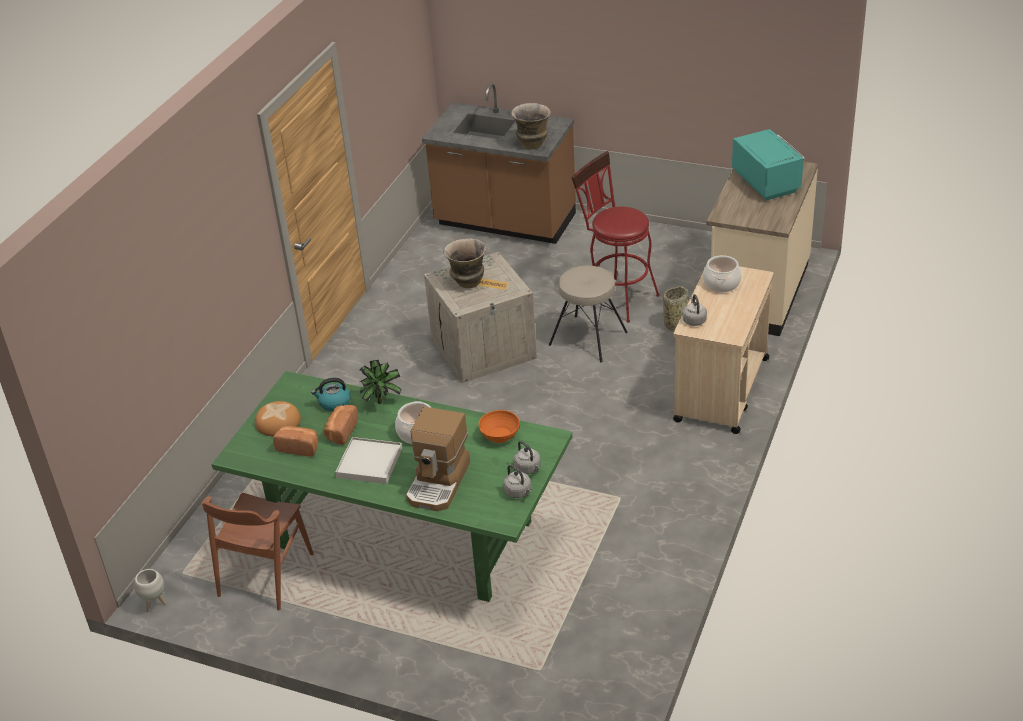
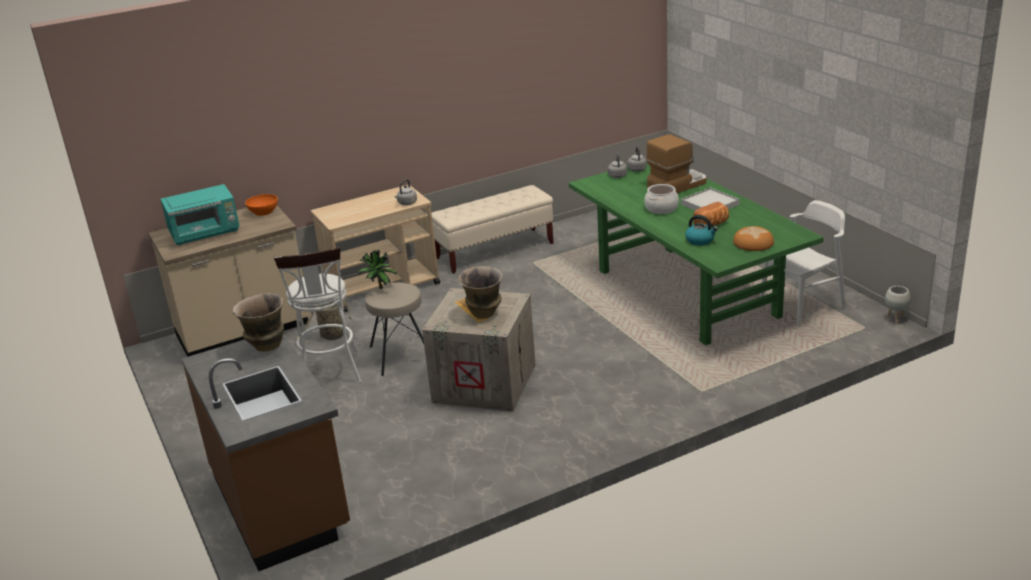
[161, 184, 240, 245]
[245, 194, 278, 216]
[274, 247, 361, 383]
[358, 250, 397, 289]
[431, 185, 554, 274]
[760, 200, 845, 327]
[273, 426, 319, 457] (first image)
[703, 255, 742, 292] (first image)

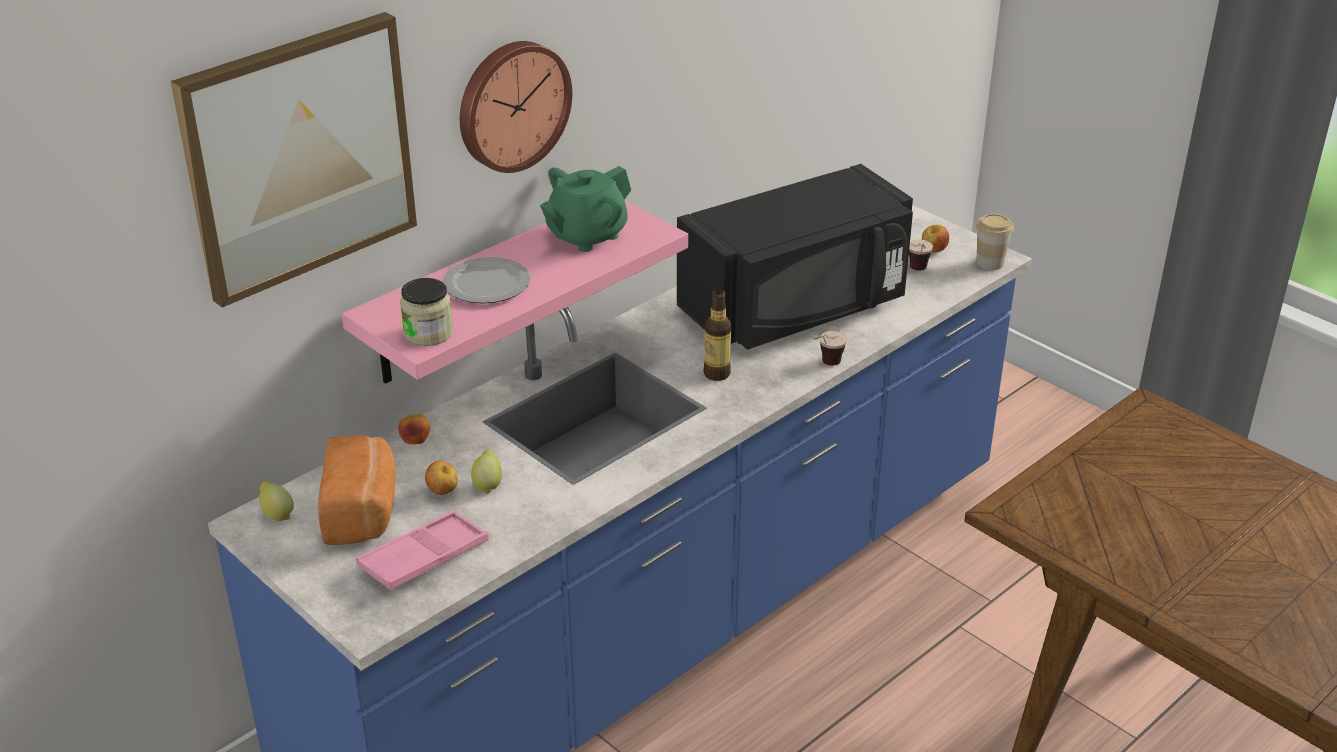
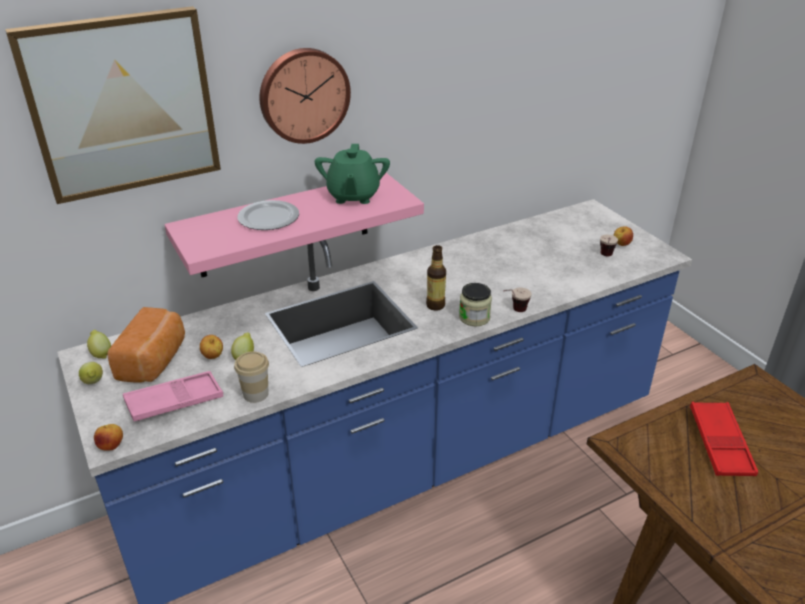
[79, 362, 103, 384]
[94, 424, 123, 451]
[234, 351, 269, 403]
[315, 144, 390, 204]
[459, 283, 492, 326]
[690, 402, 758, 476]
[677, 164, 913, 350] (first image)

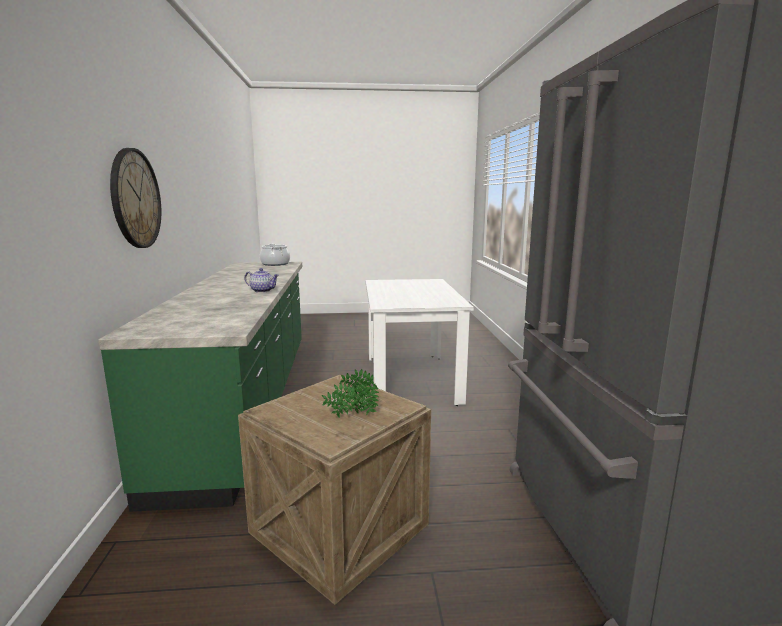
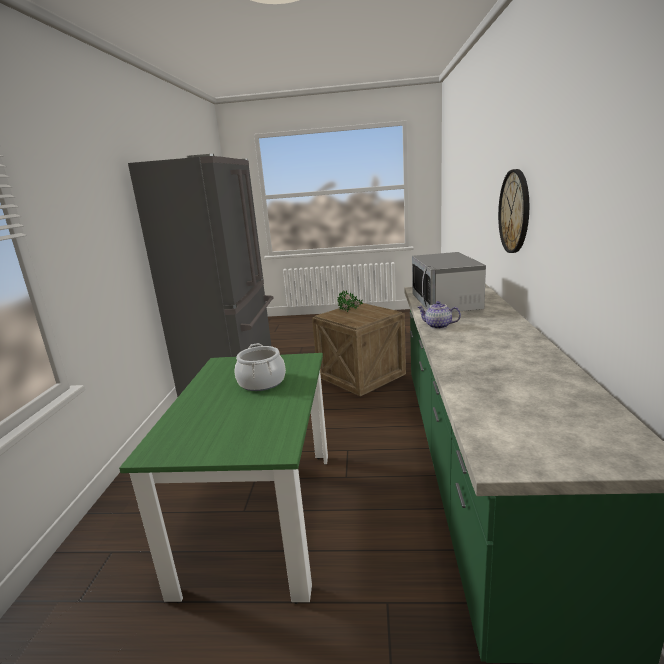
[119, 353, 328, 604]
[235, 343, 286, 391]
[412, 252, 486, 312]

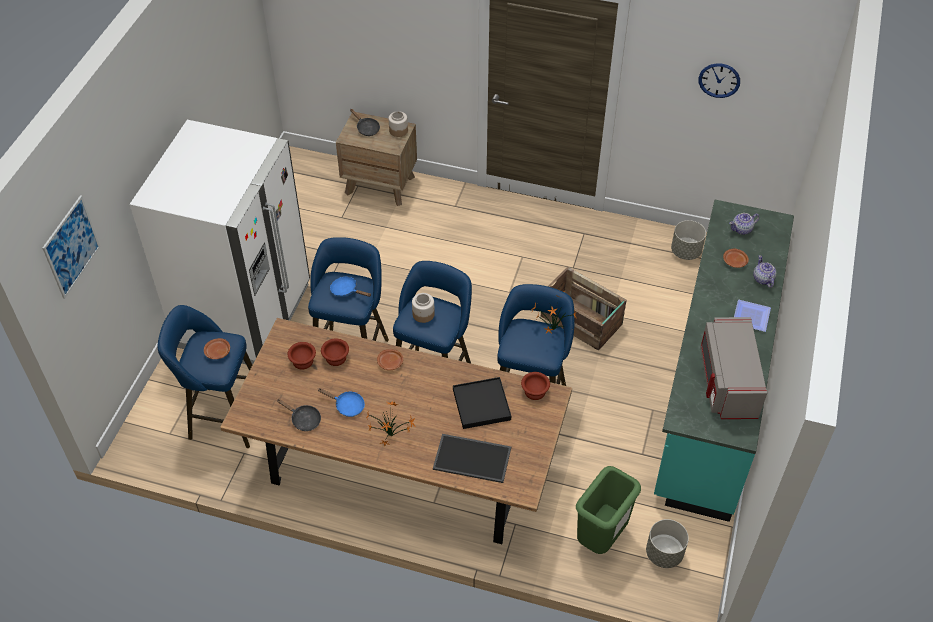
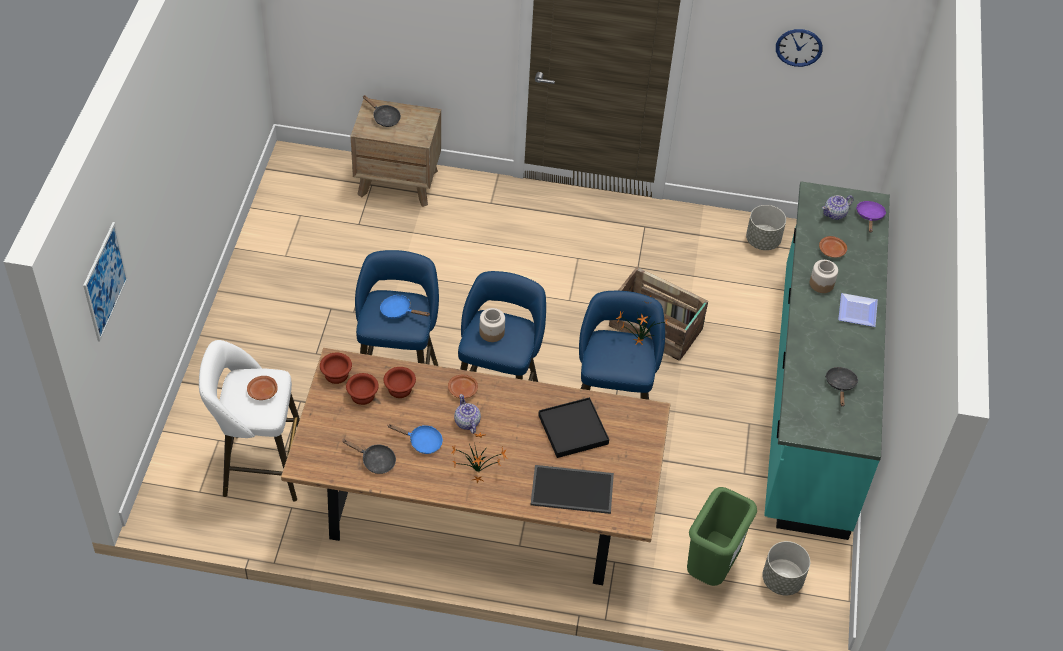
[199, 340, 300, 502]
[320, 352, 352, 384]
[454, 394, 481, 434]
[810, 260, 838, 293]
[825, 367, 859, 407]
[856, 201, 887, 233]
[130, 120, 310, 365] (first image)

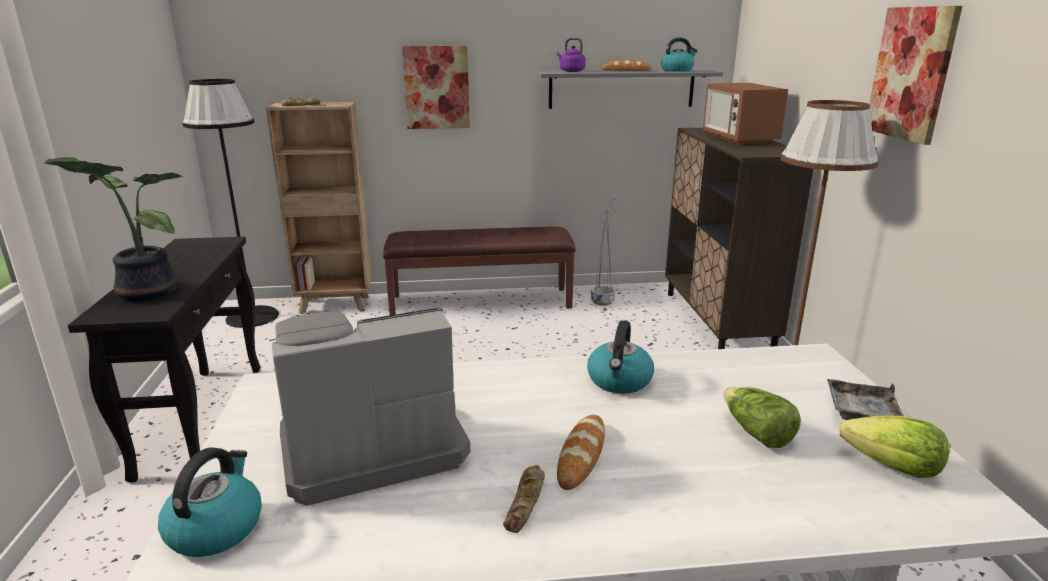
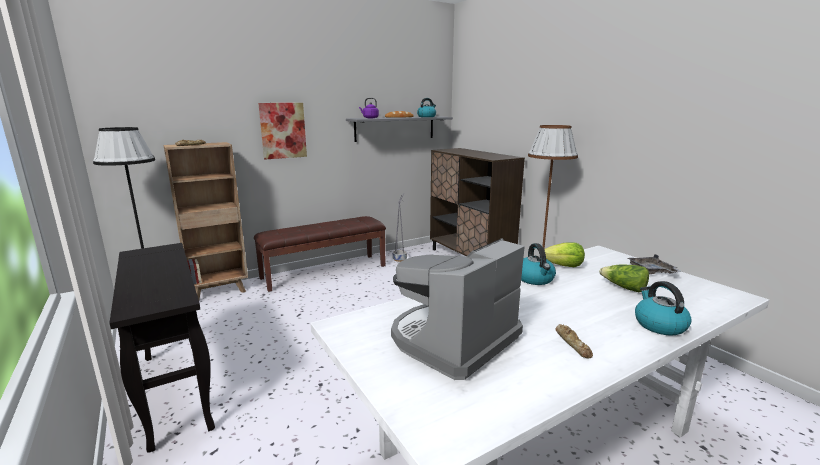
[544, 242, 585, 267]
[635, 281, 692, 336]
[44, 157, 184, 301] (first image)
[557, 415, 605, 490] (first image)
[703, 83, 788, 144] (first image)
[869, 6, 962, 145] (first image)

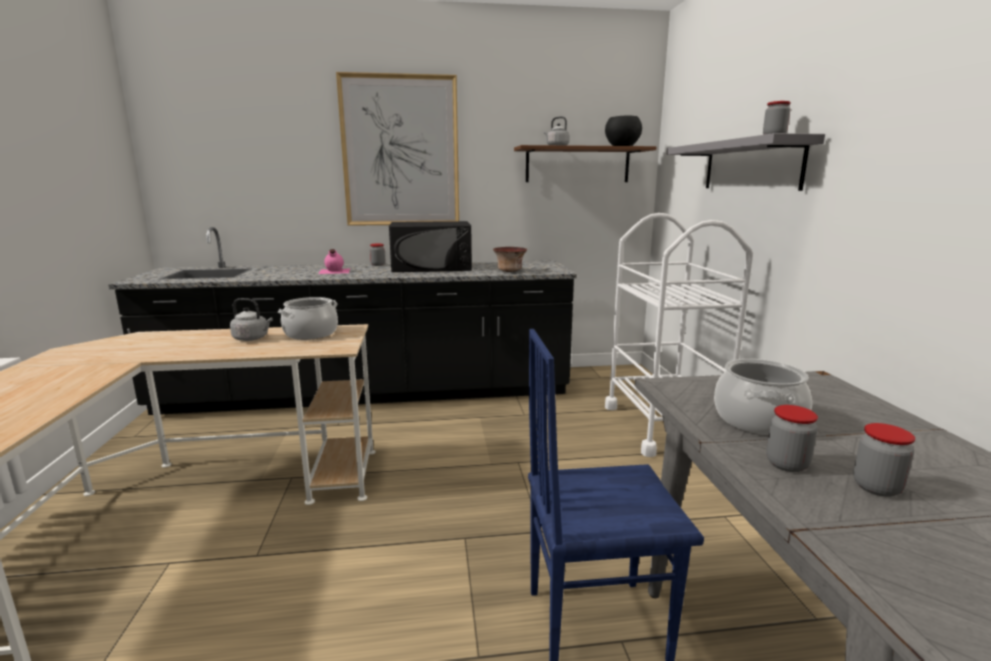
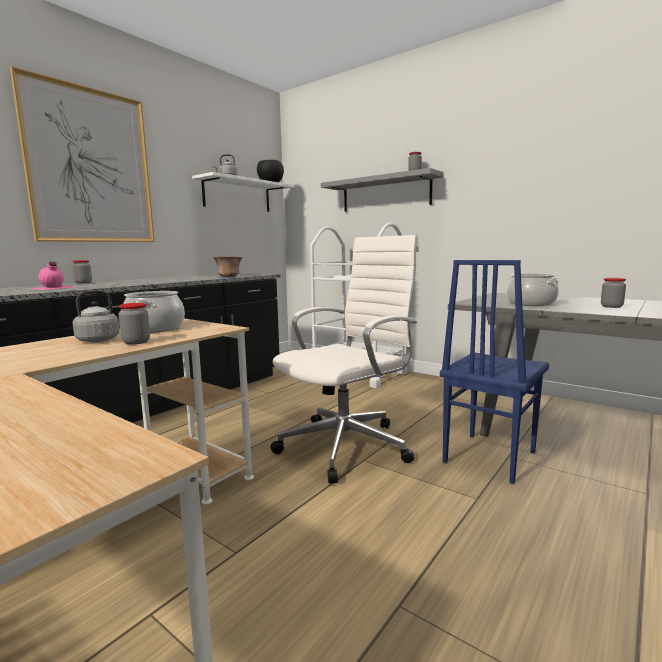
[118, 303, 150, 345]
[192, 172, 294, 212]
[270, 235, 419, 484]
[389, 221, 472, 272] (first image)

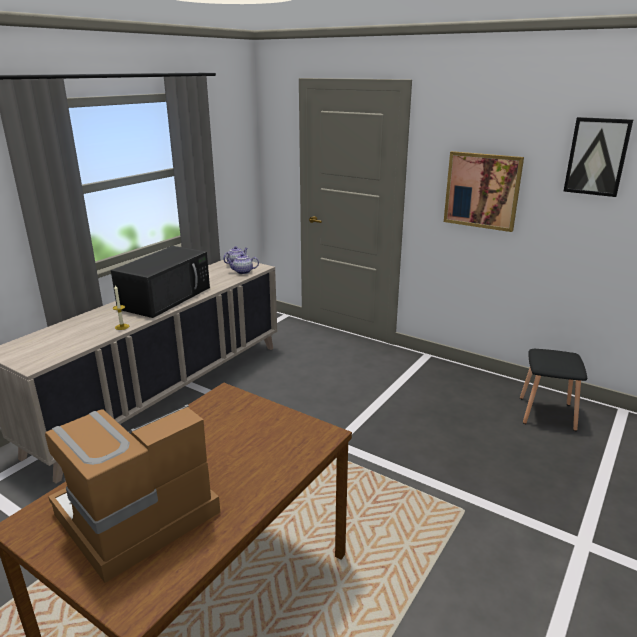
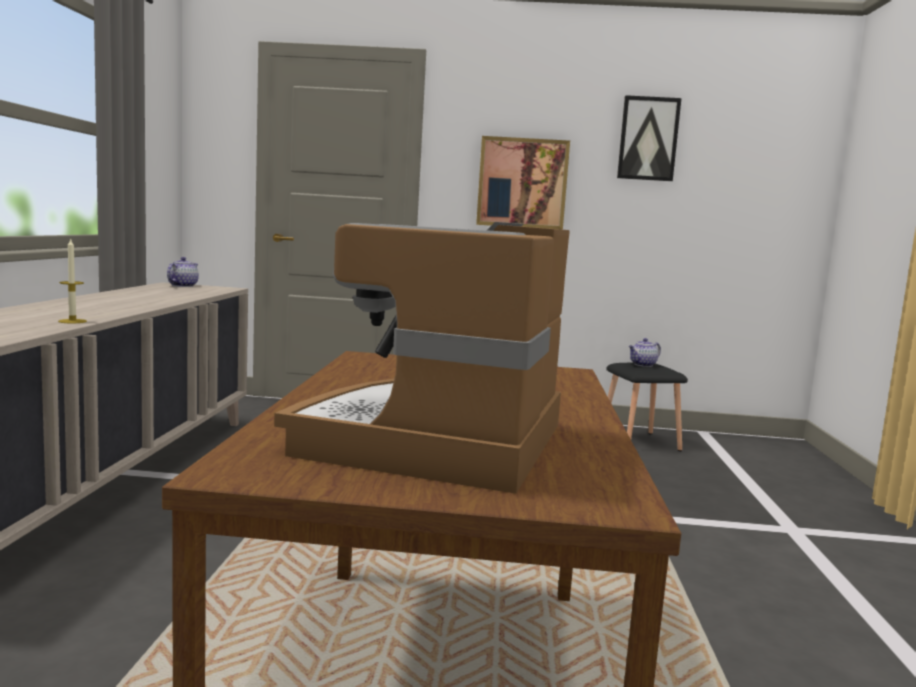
[629, 338, 661, 367]
[111, 246, 210, 318] (first image)

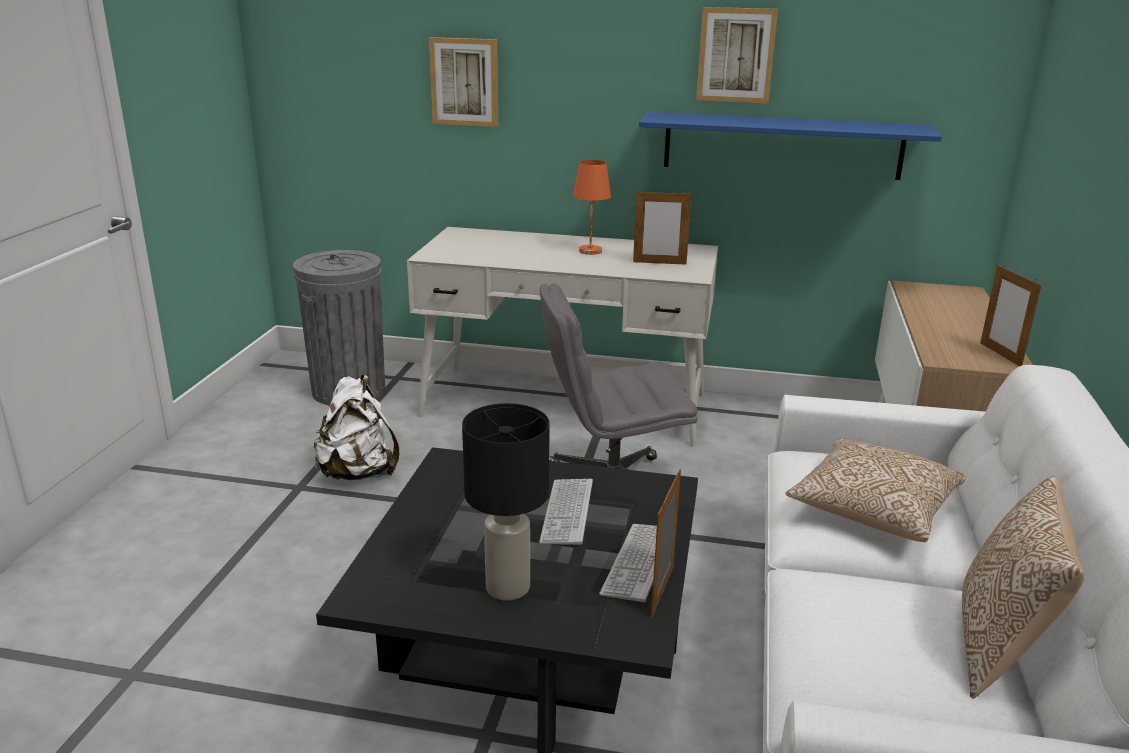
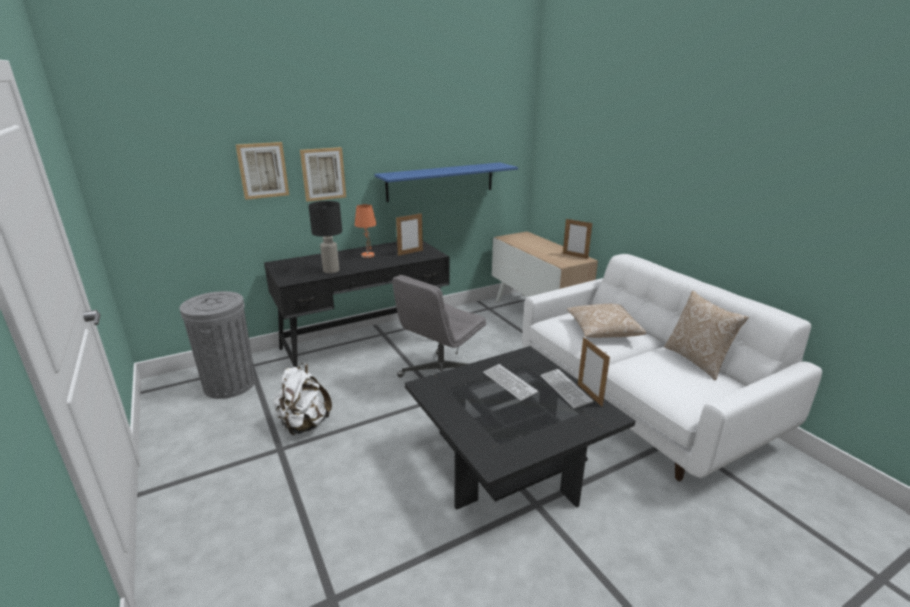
[264, 241, 450, 367]
[300, 147, 346, 202]
[308, 201, 342, 273]

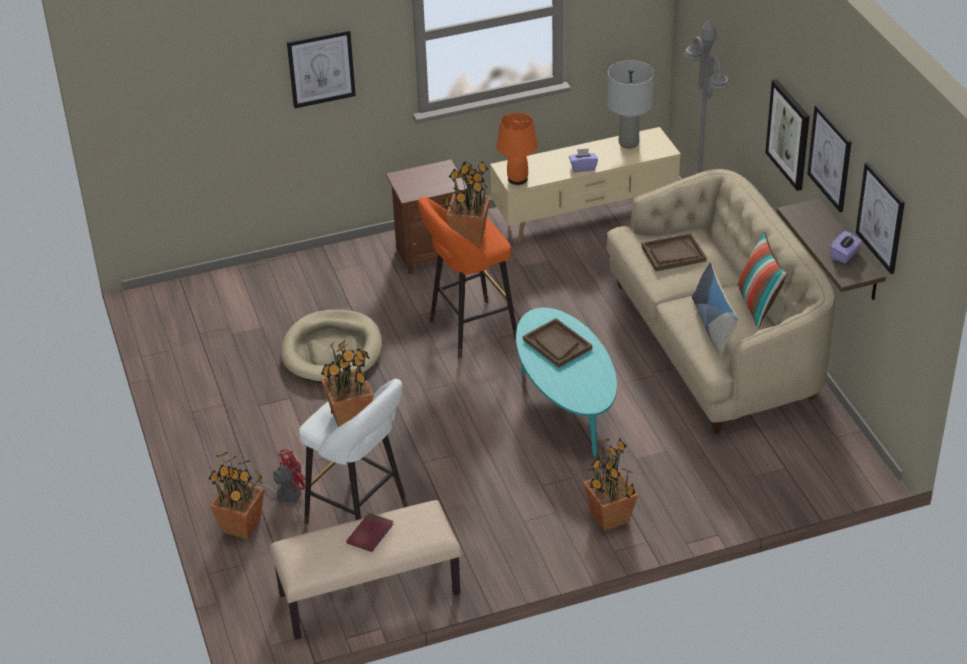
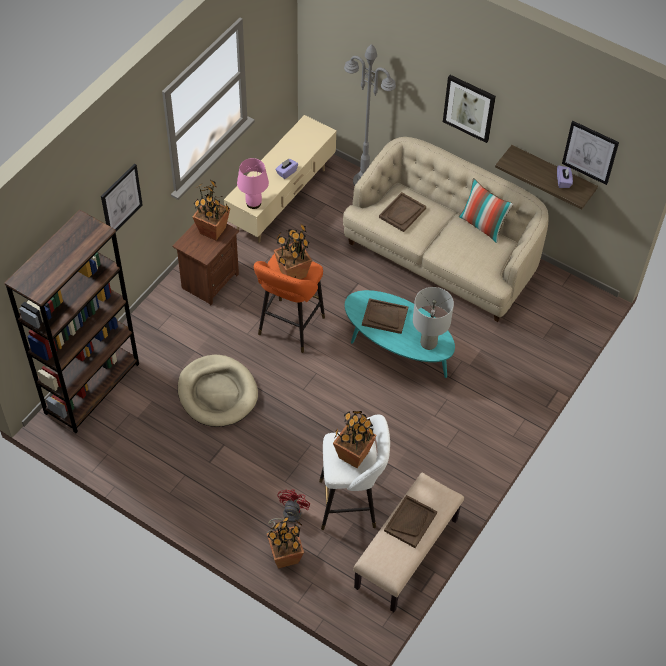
[4, 210, 139, 433]
[193, 179, 230, 240]
[237, 158, 269, 209]
[384, 495, 437, 548]
[413, 287, 454, 350]
[692, 262, 738, 357] (first image)
[807, 105, 851, 212] (first image)

